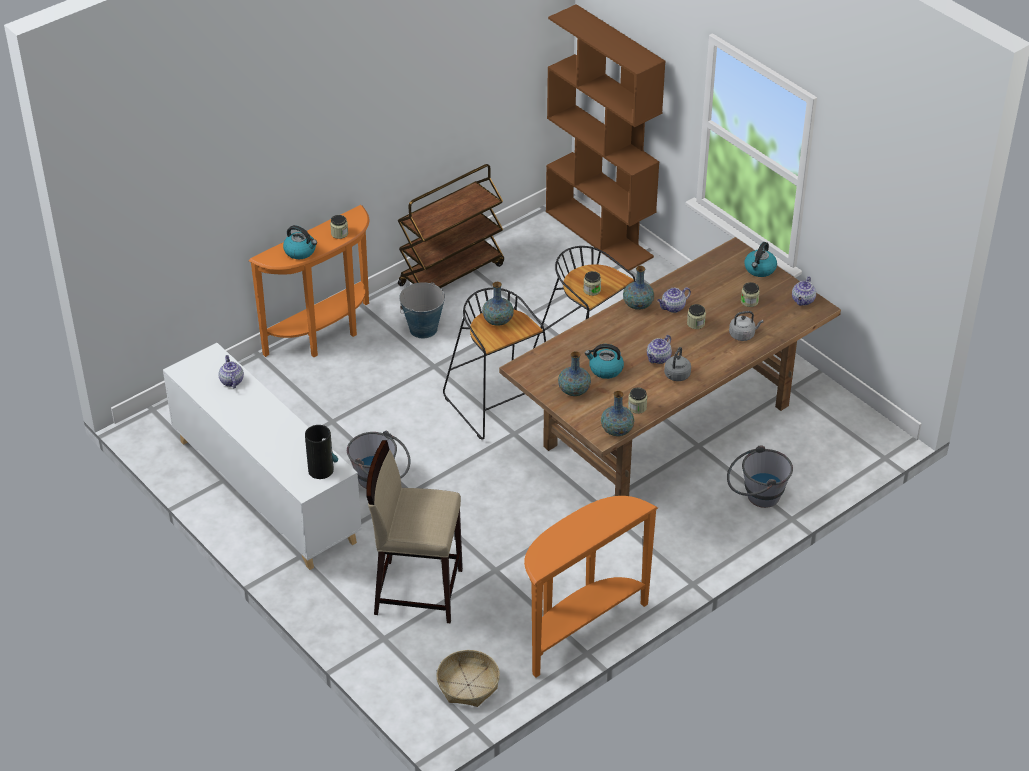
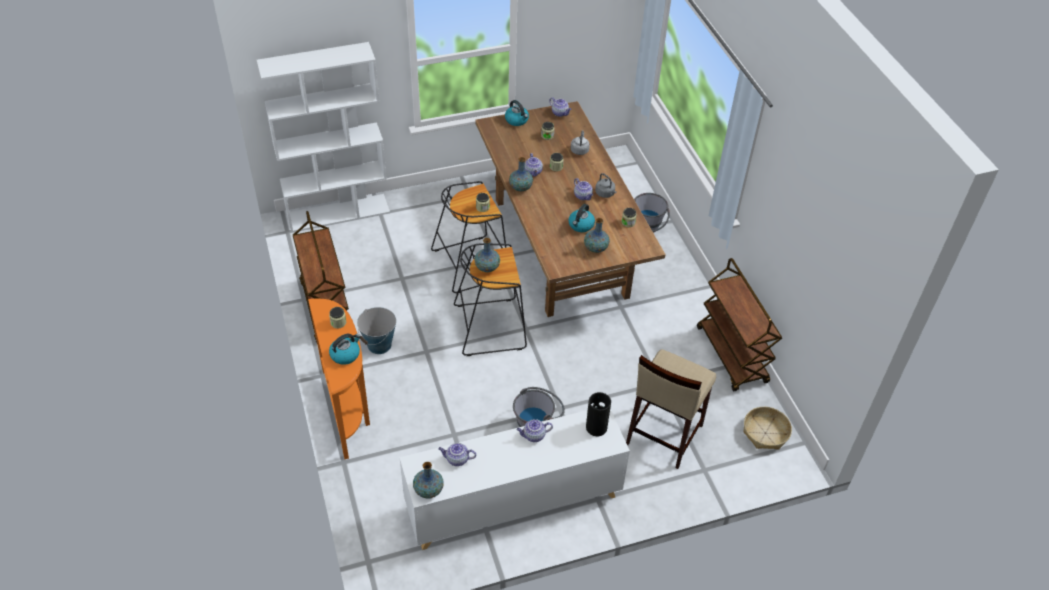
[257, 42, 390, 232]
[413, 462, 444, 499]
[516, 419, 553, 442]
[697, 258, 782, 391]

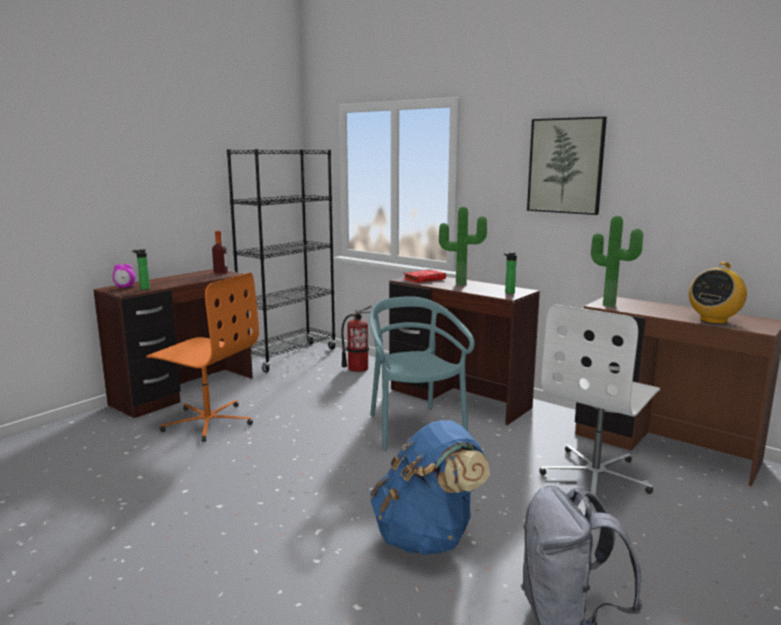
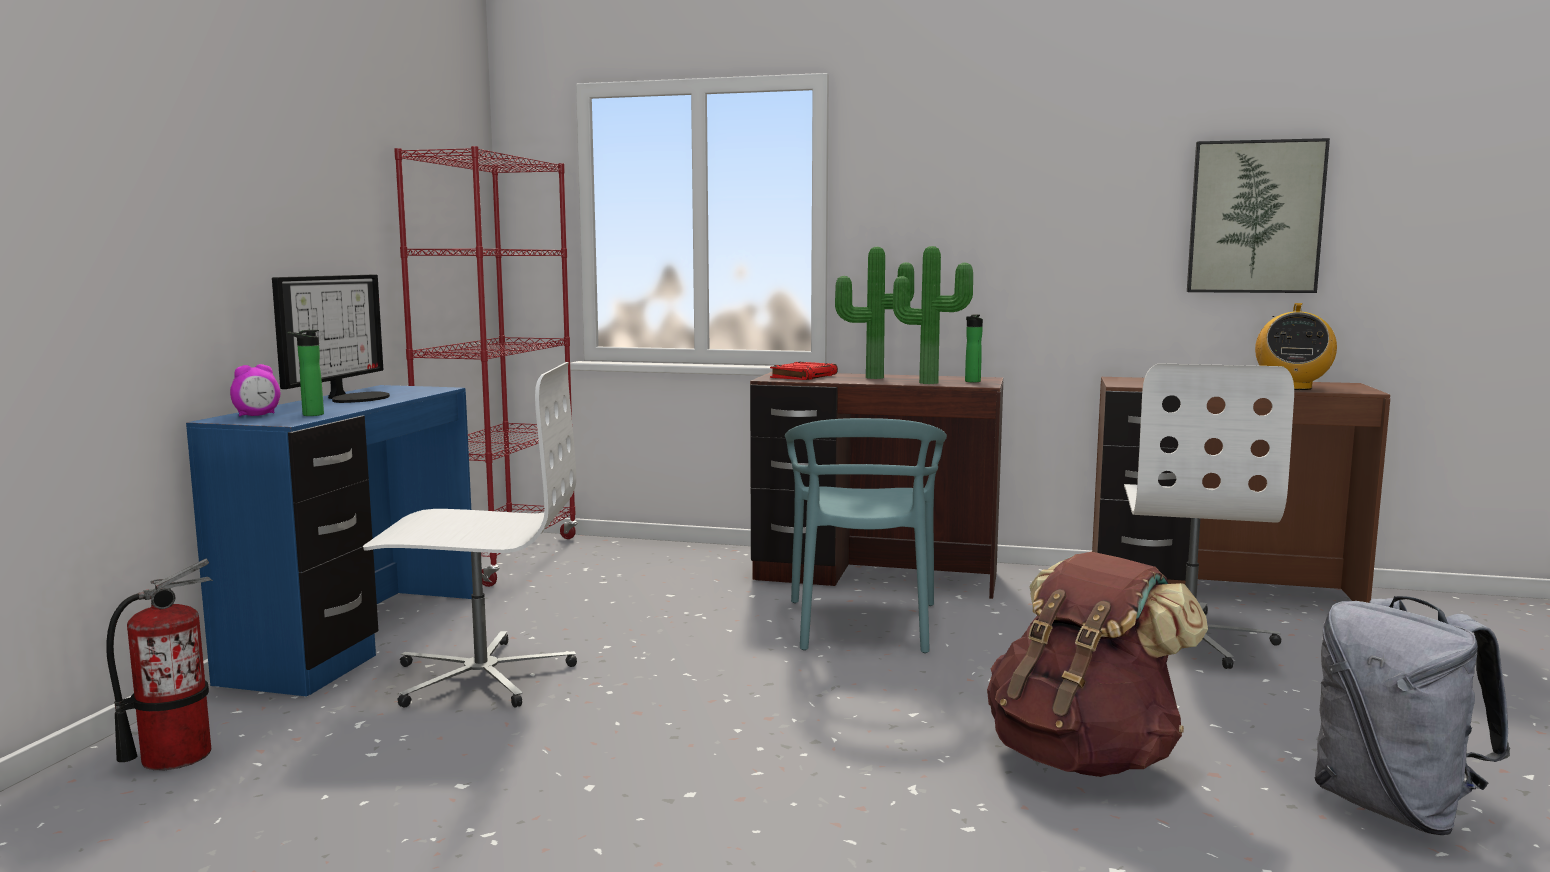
[106, 558, 213, 770]
[186, 385, 473, 697]
[272, 275, 390, 403]
[363, 362, 577, 707]
[394, 146, 578, 587]
[785, 418, 947, 653]
[893, 246, 973, 384]
[987, 552, 1208, 777]
[1187, 138, 1330, 293]
[212, 231, 228, 274] (first image)

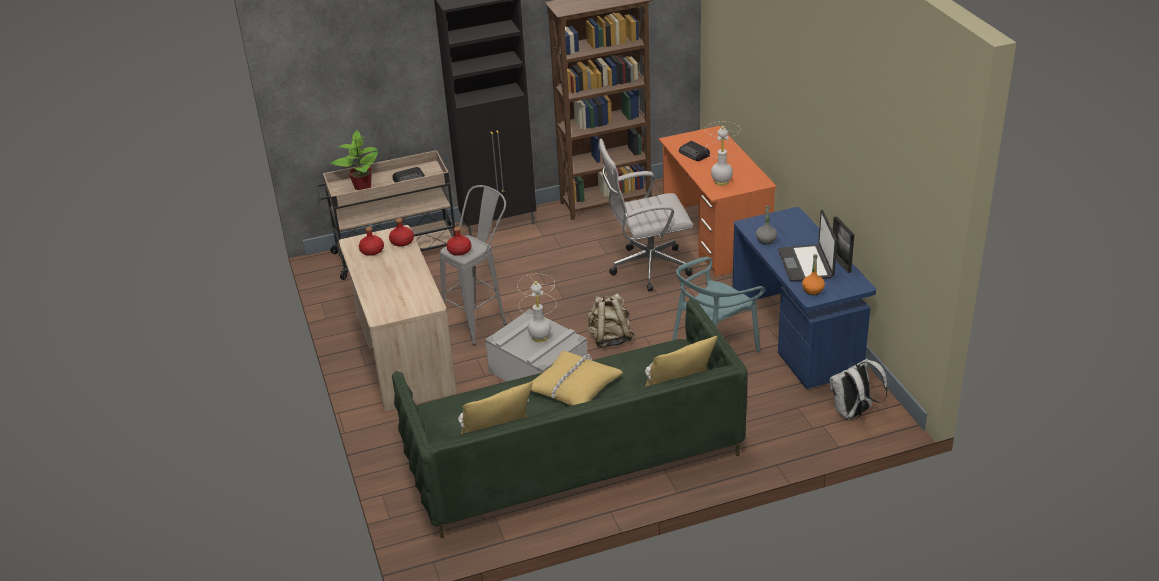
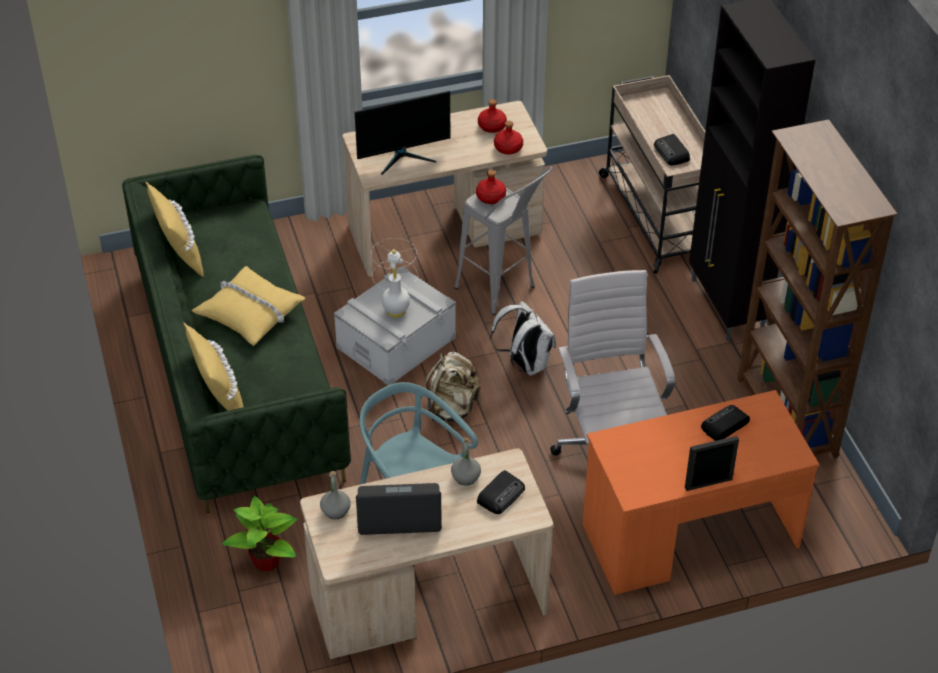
[222, 496, 298, 572]
[300, 448, 553, 659]
[320, 471, 351, 519]
[355, 91, 451, 175]
[477, 470, 525, 514]
[490, 301, 556, 376]
[685, 436, 739, 491]
[705, 121, 740, 186] (first image)

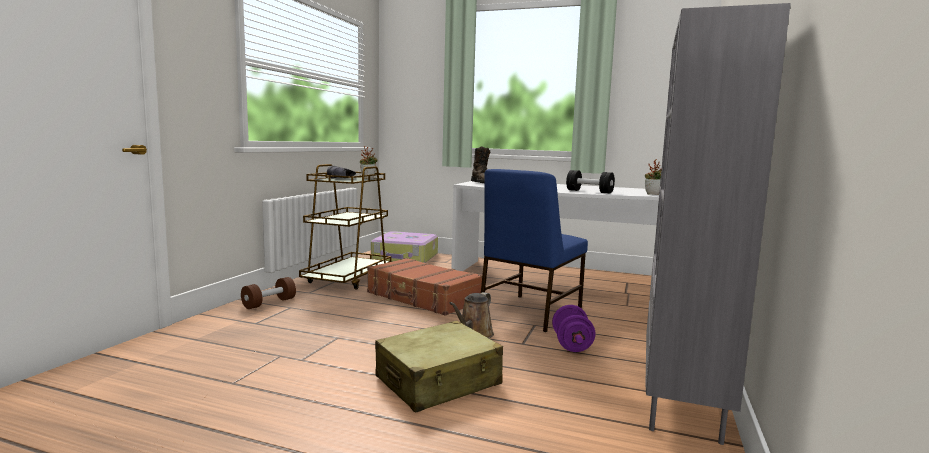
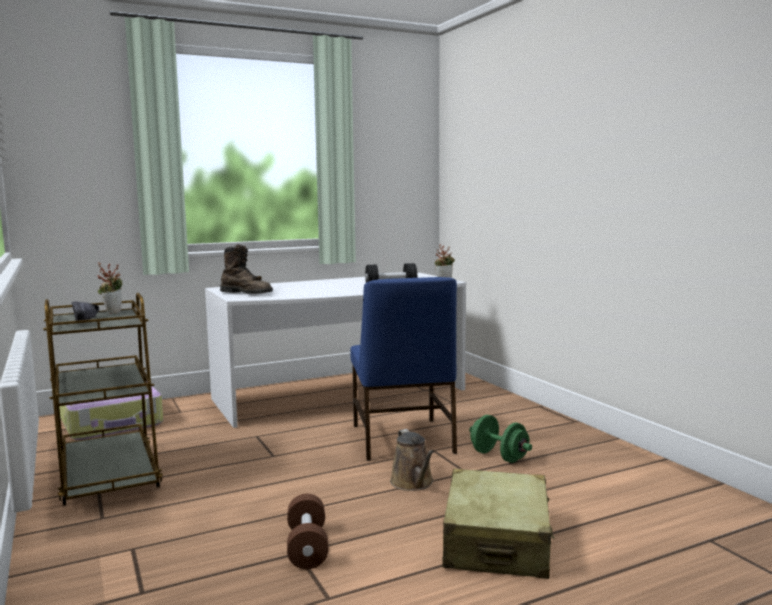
[287, 494, 329, 569]
[469, 415, 532, 463]
[367, 258, 482, 316] (first image)
[645, 3, 791, 445] (first image)

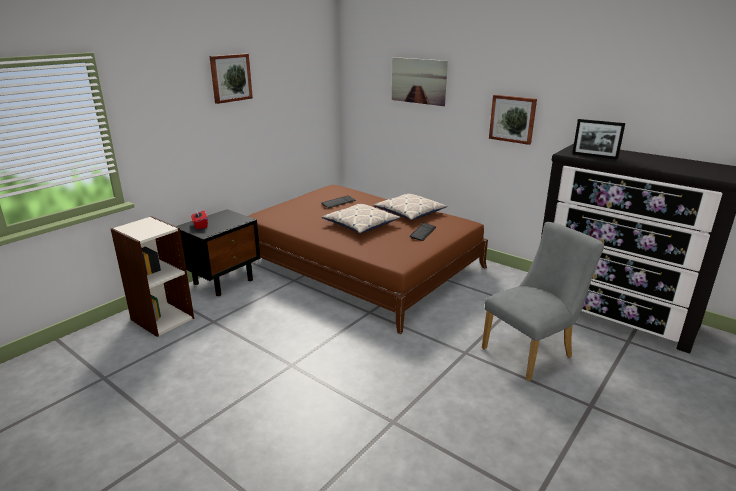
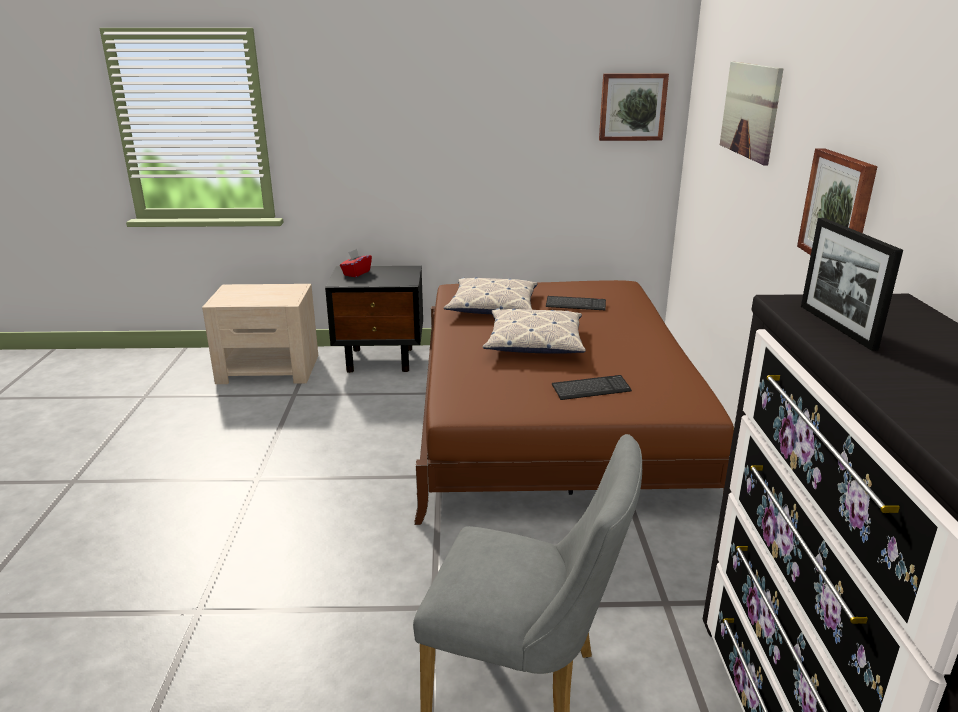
[202, 284, 318, 384]
[444, 277, 538, 314]
[599, 73, 669, 141]

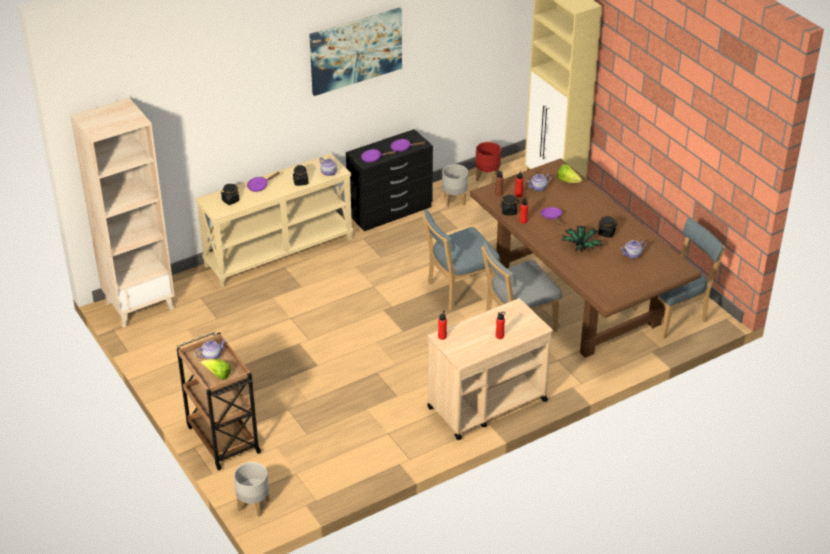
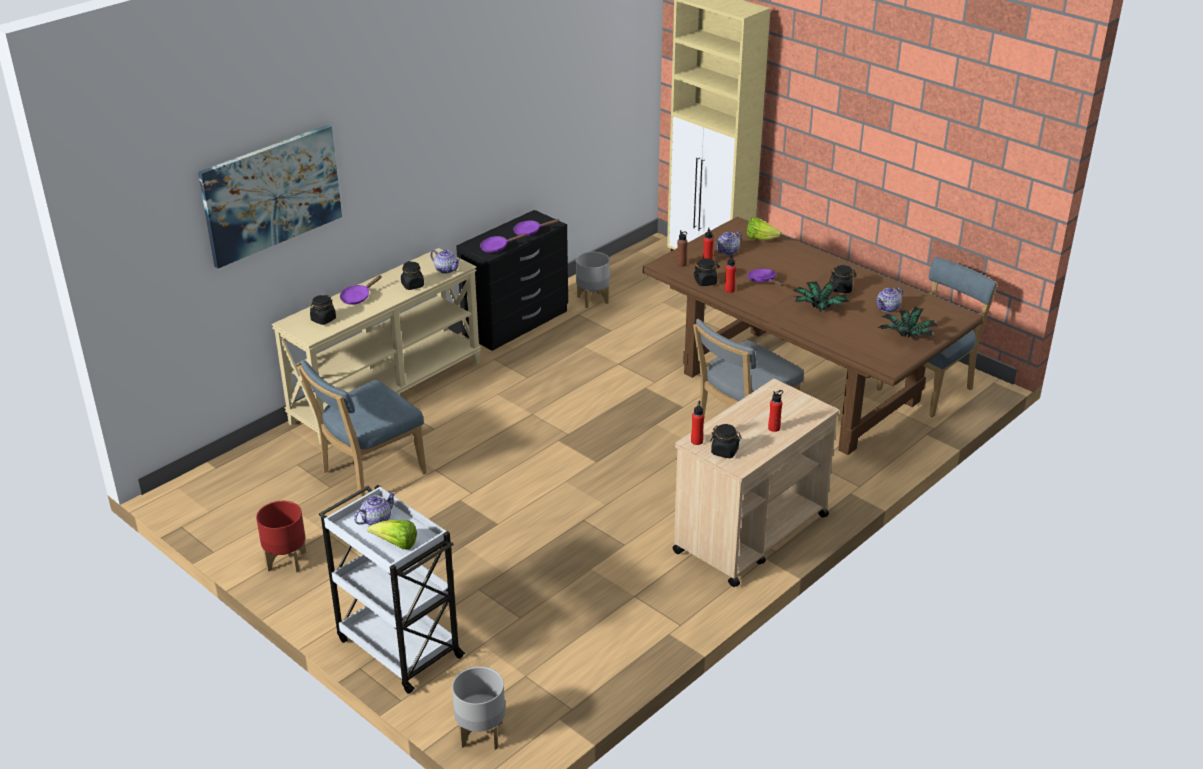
[198, 125, 342, 268]
[256, 501, 306, 573]
[298, 360, 427, 499]
[319, 485, 465, 694]
[710, 424, 742, 458]
[878, 306, 938, 339]
[70, 98, 175, 328] (first image)

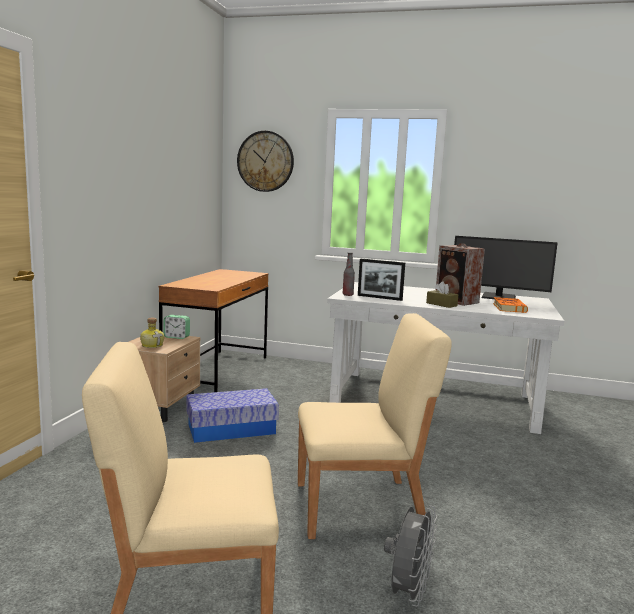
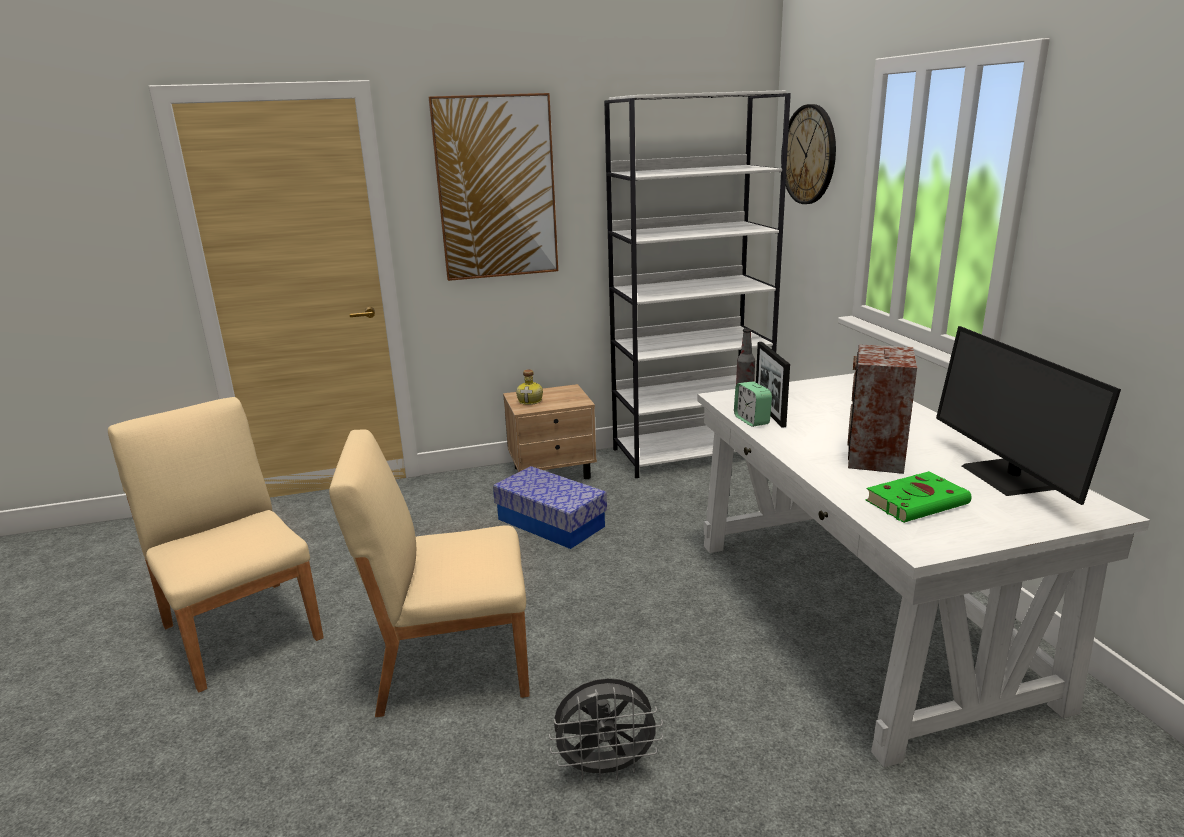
[329, 429, 530, 717]
[429, 93, 558, 281]
[549, 678, 663, 783]
[604, 90, 791, 478]
[734, 381, 772, 427]
[865, 471, 972, 523]
[426, 282, 458, 308] (first image)

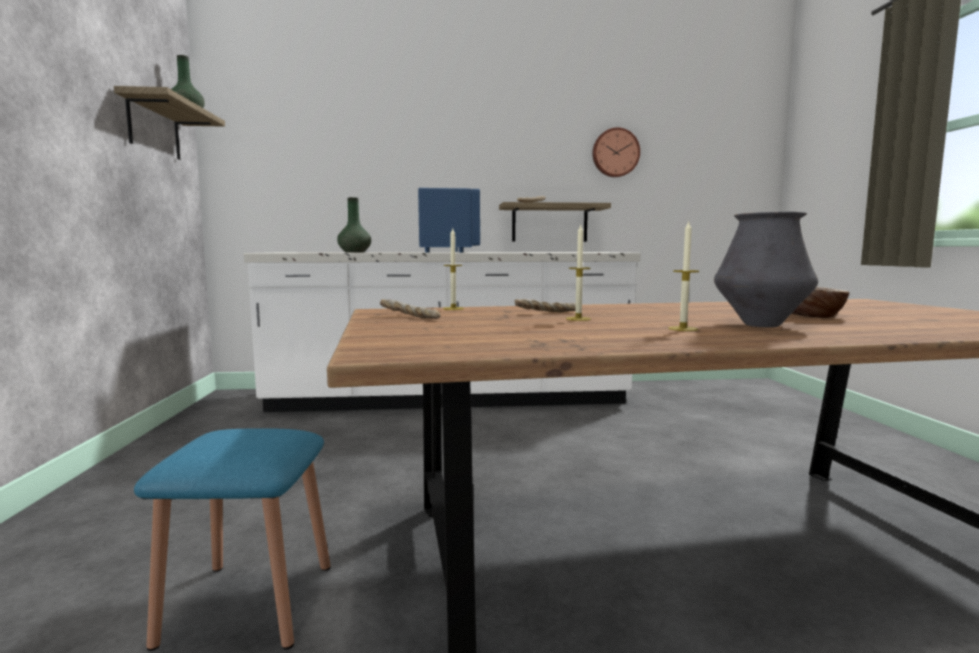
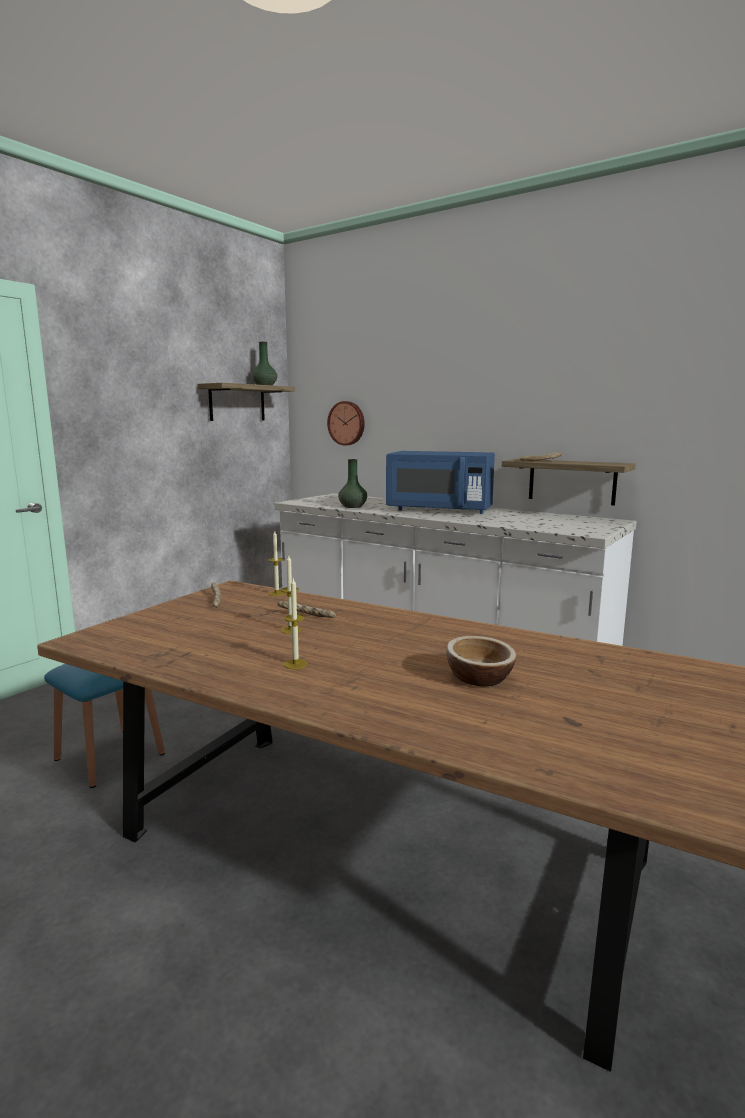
[327, 401, 365, 445]
[386, 451, 495, 514]
[714, 212, 818, 327] (first image)

